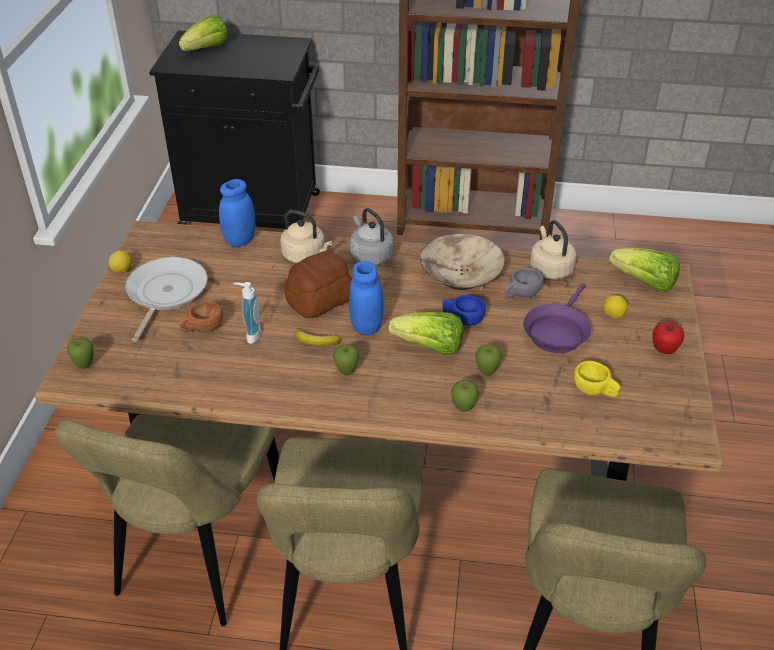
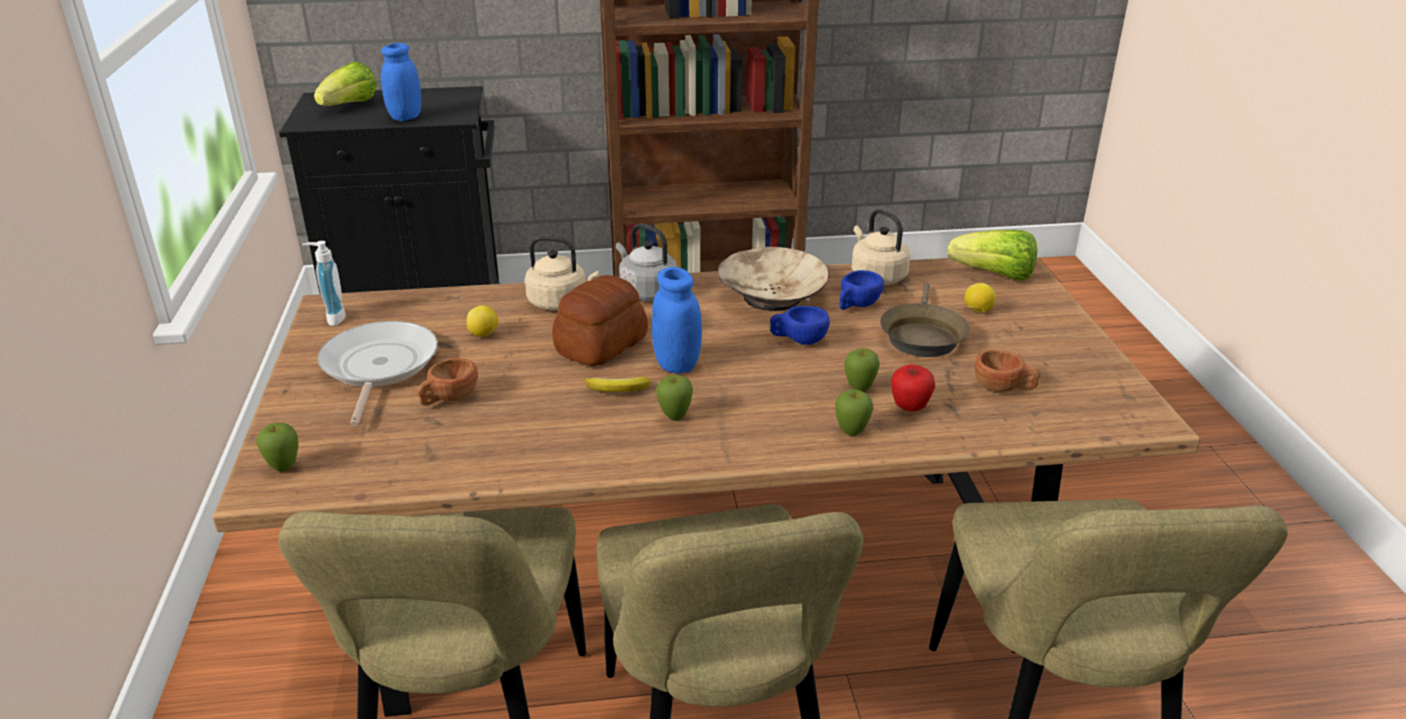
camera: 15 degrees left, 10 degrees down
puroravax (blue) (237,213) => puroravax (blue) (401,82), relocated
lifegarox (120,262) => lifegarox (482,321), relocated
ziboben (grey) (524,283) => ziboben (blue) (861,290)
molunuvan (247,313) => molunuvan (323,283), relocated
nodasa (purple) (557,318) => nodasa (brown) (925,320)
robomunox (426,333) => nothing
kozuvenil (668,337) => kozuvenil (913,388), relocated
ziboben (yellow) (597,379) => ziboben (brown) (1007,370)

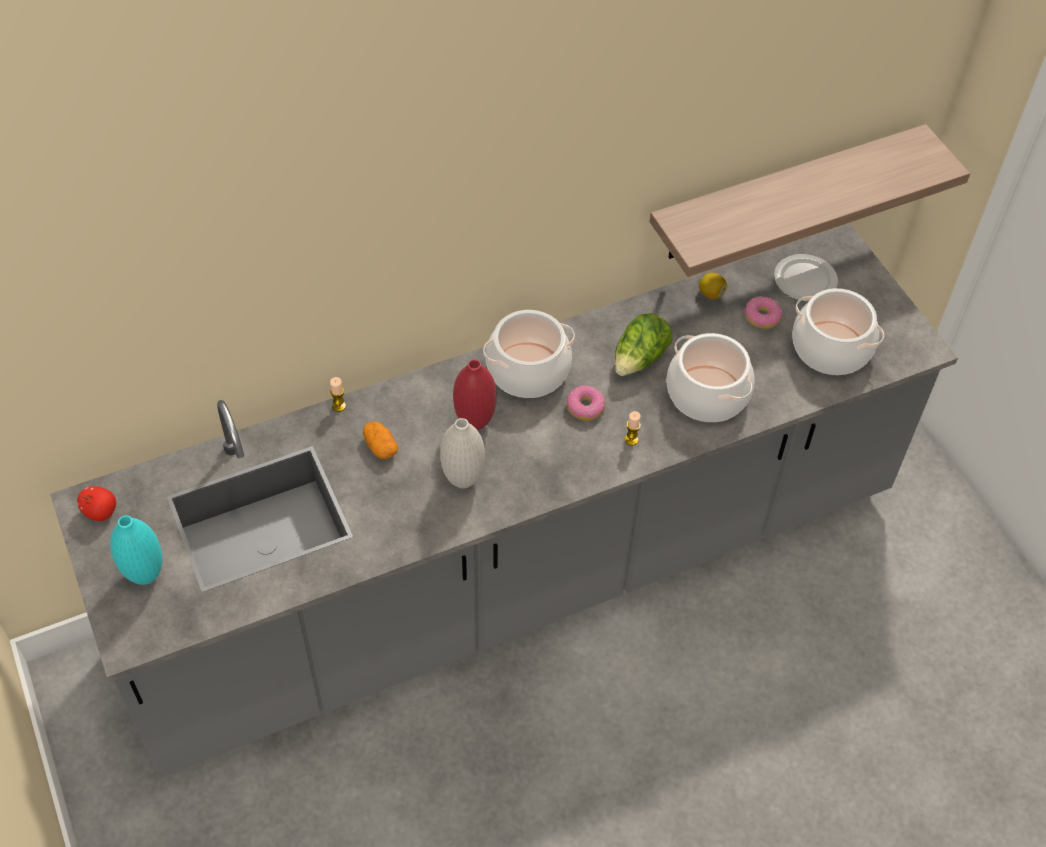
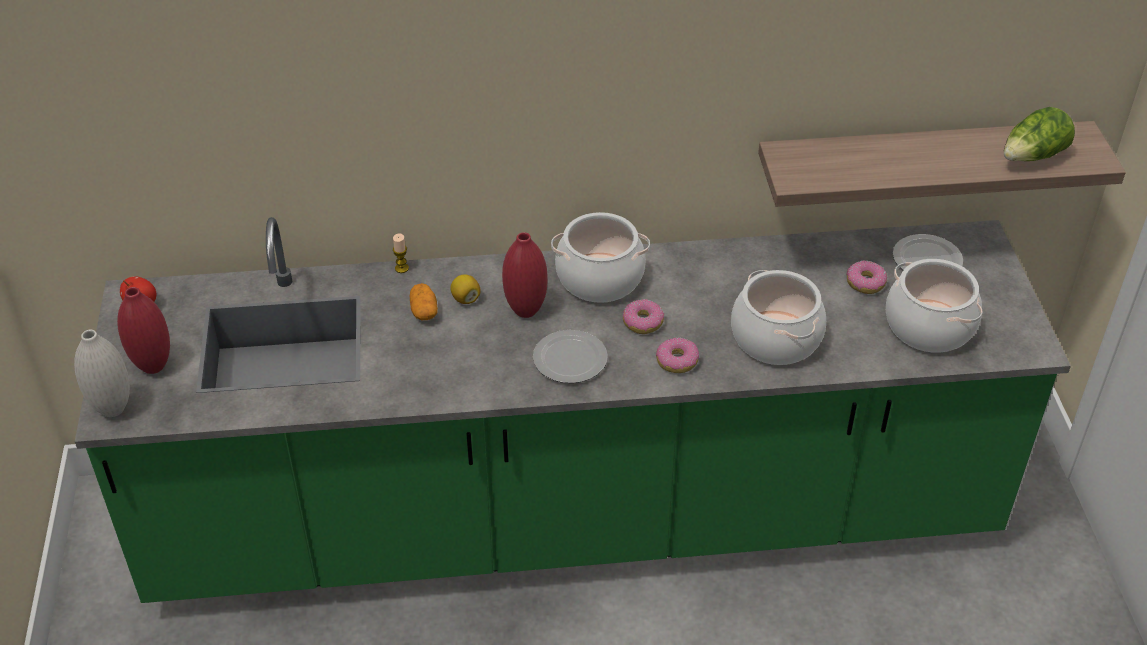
camera: 20 degrees right, 10 degrees down
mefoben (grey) (504,501) => mefoben (green) (573,410)
lifegarox (713,286) => lifegarox (465,289), relocated
robomunox (644,344) => robomunox (1039,134), relocated
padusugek (633,428) => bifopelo (677,355)
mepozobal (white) (462,453) => mepozobal (white) (102,373), relocated
mepozobal (turquoise) (136,550) => mepozobal (red) (143,330)
nothing => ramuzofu (570,356)

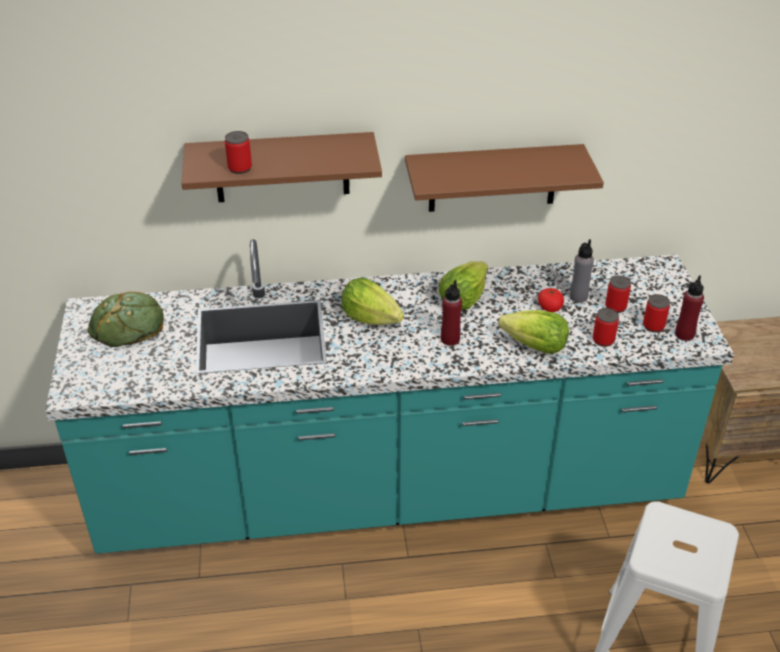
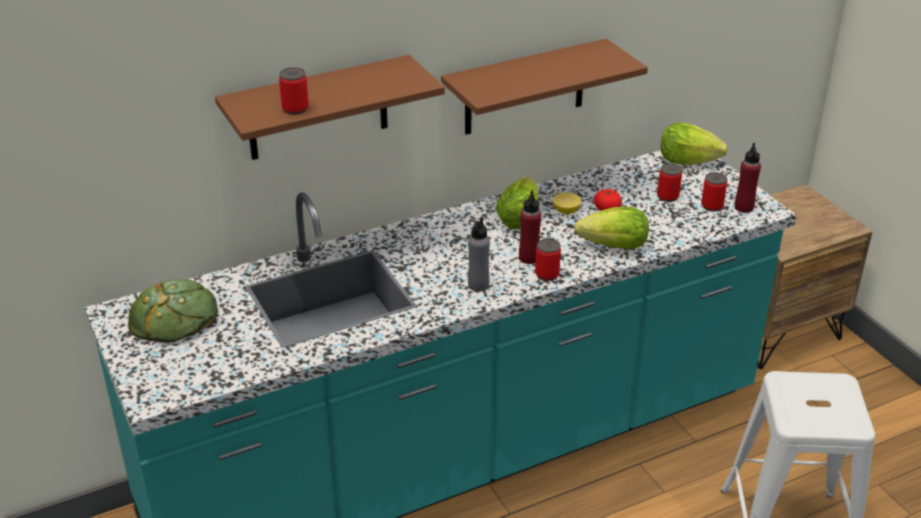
camera: 20 degrees left, 5 degrees down
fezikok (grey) (582,271) => fezikok (grey) (479,254), relocated
robomunox (373,301) => robomunox (694,143), relocated
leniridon (606,327) => leniridon (548,260), relocated
nothing => lifegarox (566,203)

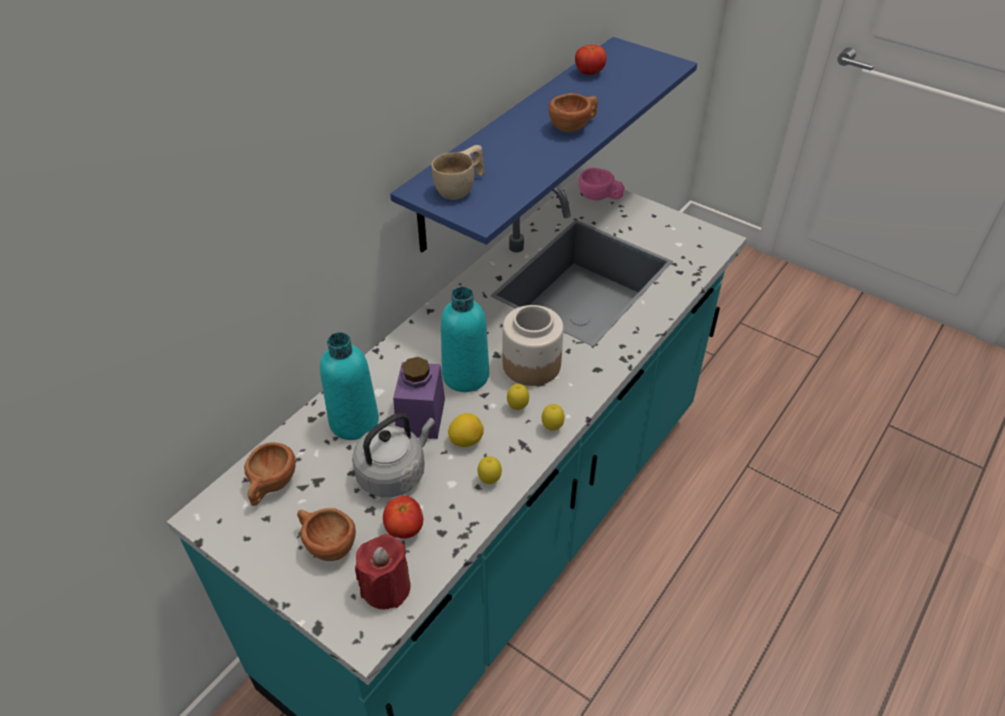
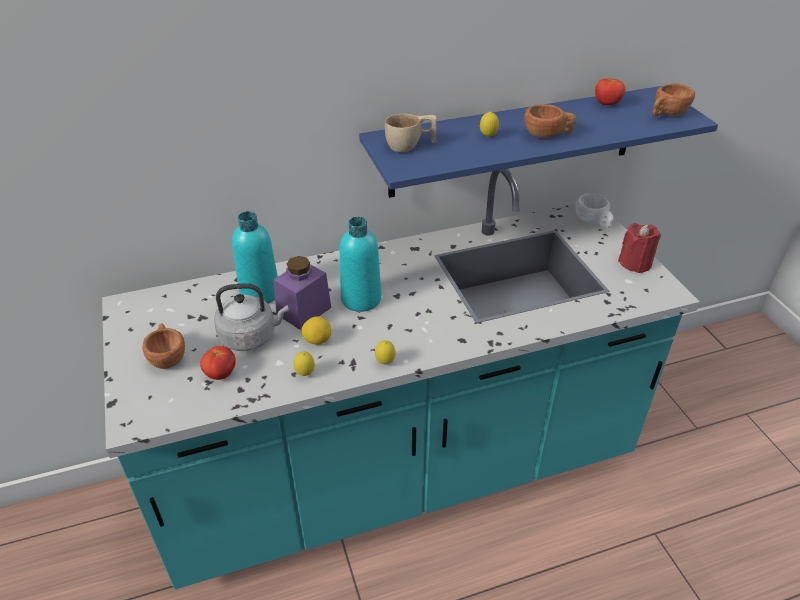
camera: 35 degrees right, 5 degrees down
ziboben (pink) (601,184) => ziboben (white) (594,210)
puroravax (533,345) => nothing
lifegarox (518,397) => lifegarox (489,124), relocated
ziboben (brown) (270,474) => ziboben (brown) (673,100), relocated
padusugek (red) (382,571) => padusugek (red) (639,248), relocated

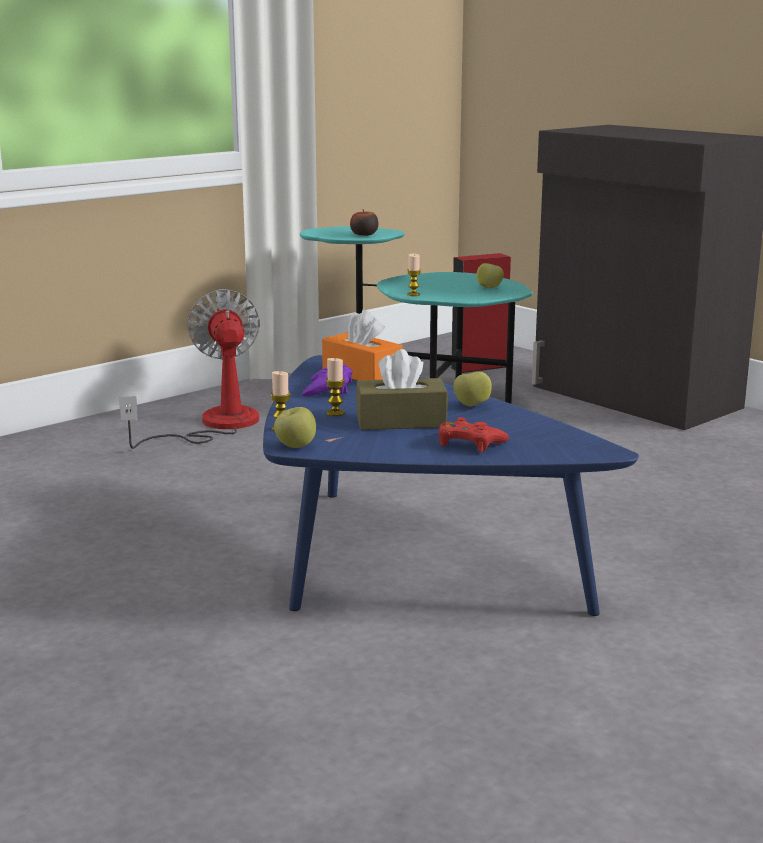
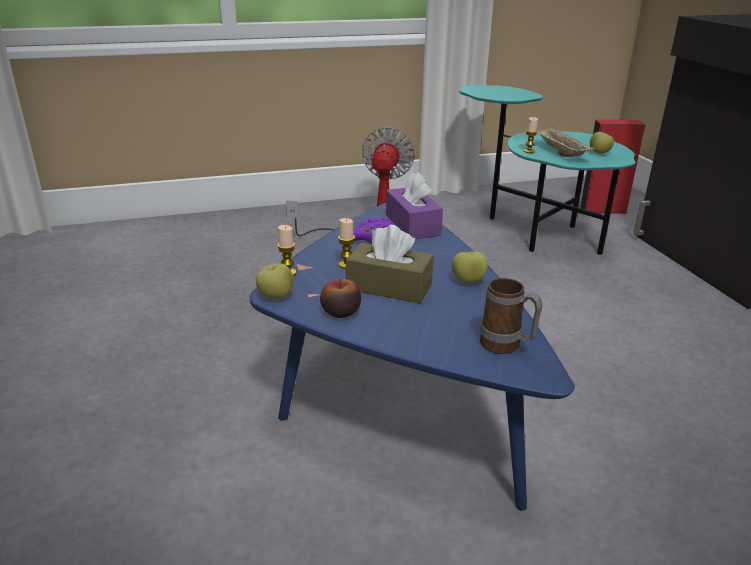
camera: 25 degrees right, 10 degrees up
kozuvenil (364,222) => kozuvenil (340,298), relocated
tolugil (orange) (362,345) => tolugil (purple) (414,205)
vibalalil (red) (474,434) => nothing
nothing => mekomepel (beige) (566,142)
nothing => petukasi (511,316)

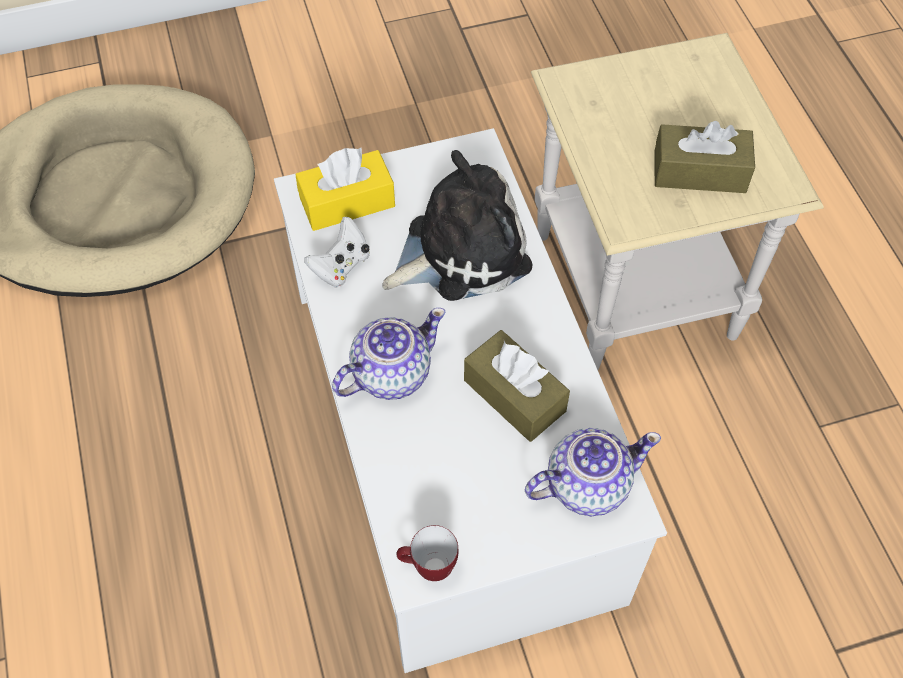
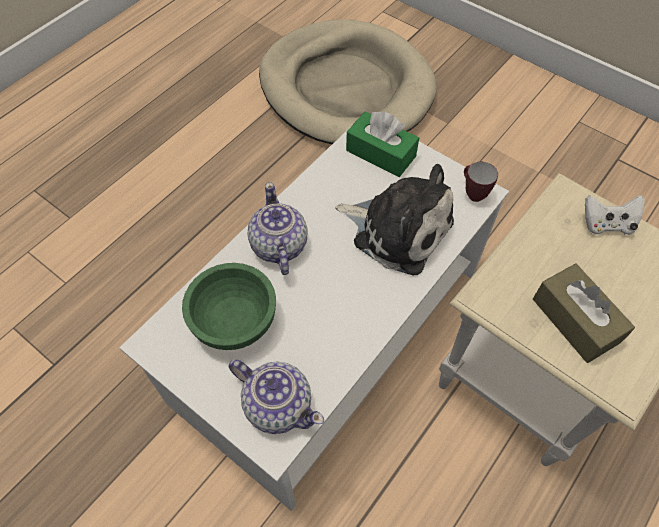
camera: 55 degrees right, 0 degrees up
tolugil (yellow) (345,189) => tolugil (green) (382,144)
vibalalil (white) (337,252) => vibalalil (white) (615,215), relocated
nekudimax (388,354) => nekudimax (277,228), 120 degrees counterclockwise
tolugil (brown) (517,386) => nothing
petukasi (427,553) => petukasi (481,182), relocated
nothing => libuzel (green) (229,306)

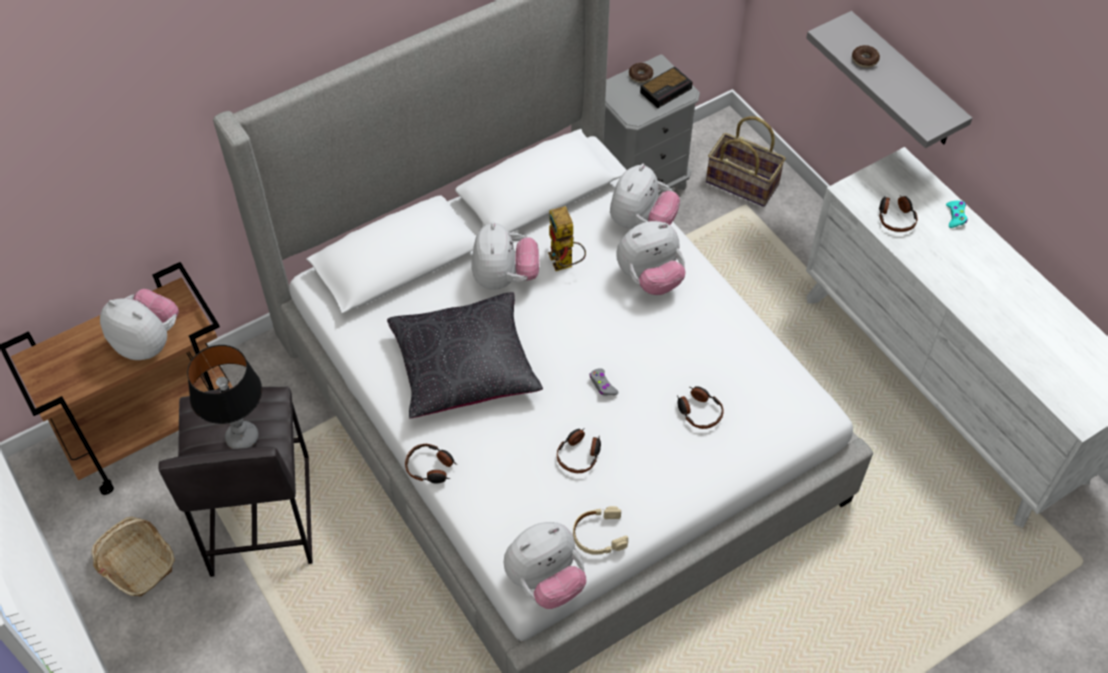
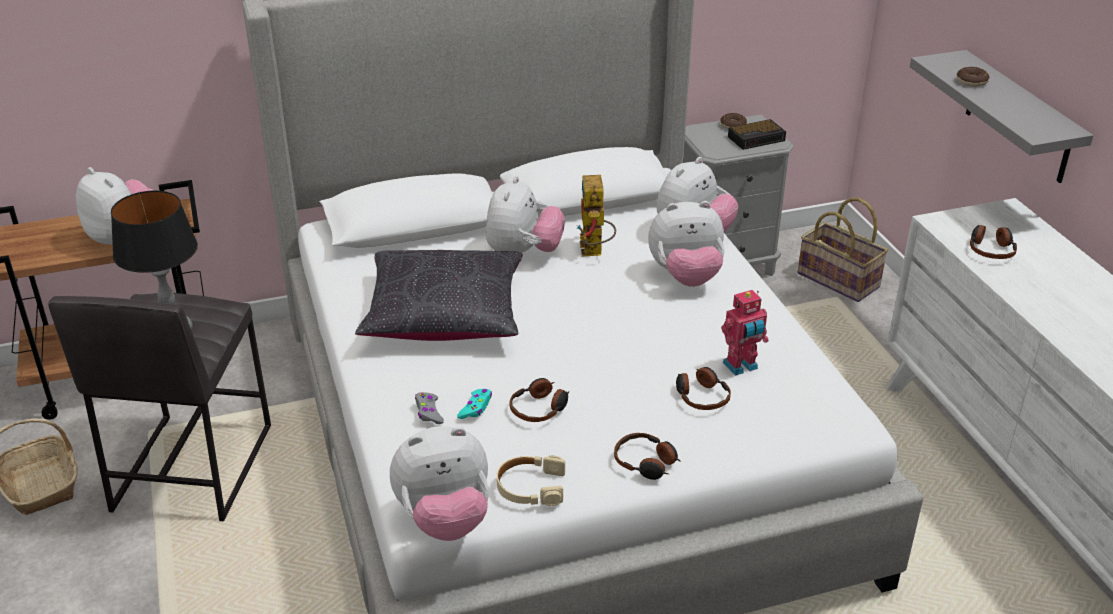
camera: 15 degrees right, 20 degrees down
vibalalil (turquoise) (957,214) => vibalalil (turquoise) (474,404), relocated
vibalalil (grey) (604,382) => vibalalil (grey) (429,408), relocated
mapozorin (431,464) => mapozorin (647,456), relocated
nothing => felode (744,333)

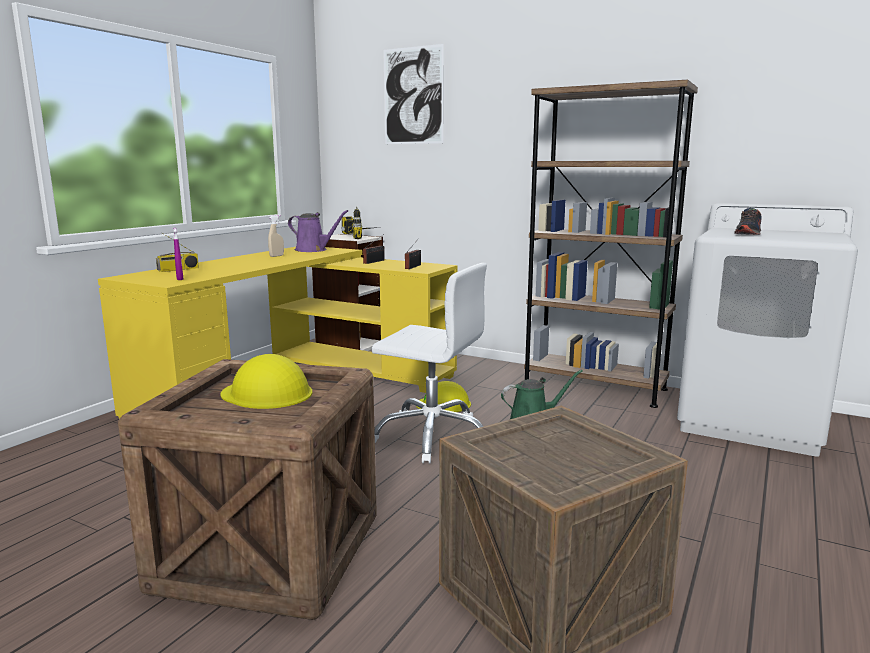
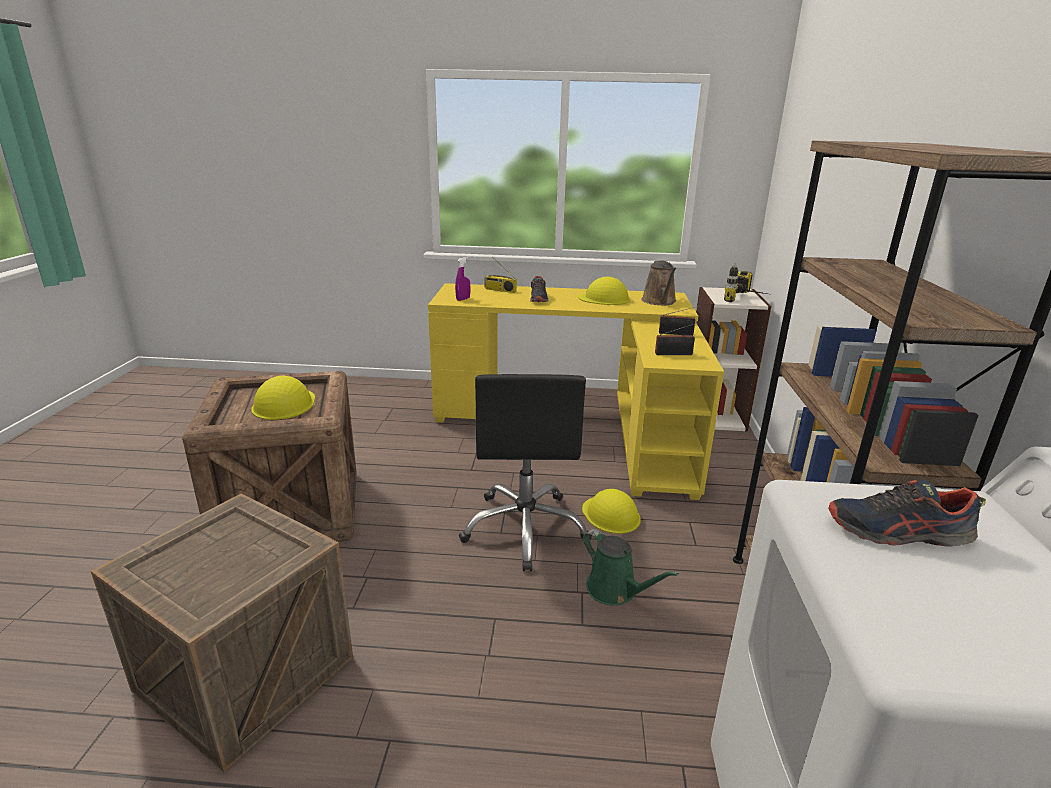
camera: 65 degrees right, 10 degrees up
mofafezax (413,94) => nothing
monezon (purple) (318,231) => monezon (brown) (659,282)
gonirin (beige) (276,236) => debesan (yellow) (604,290)
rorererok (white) (429,363) => rorererok (black) (525,472)
nothing => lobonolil (539,289)

